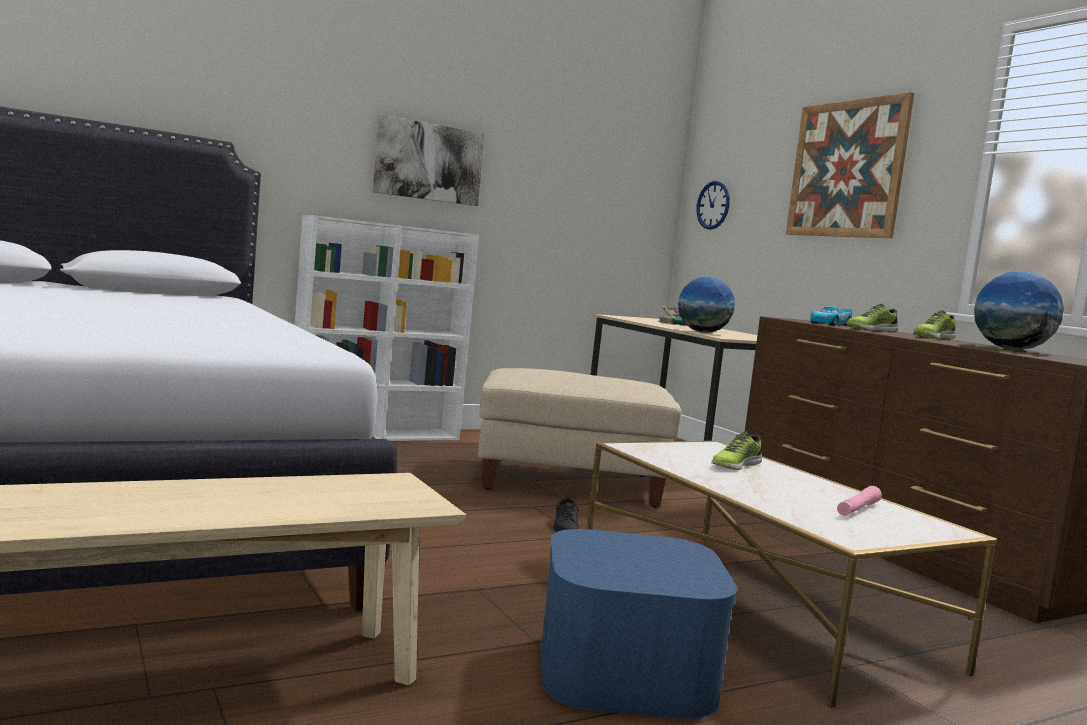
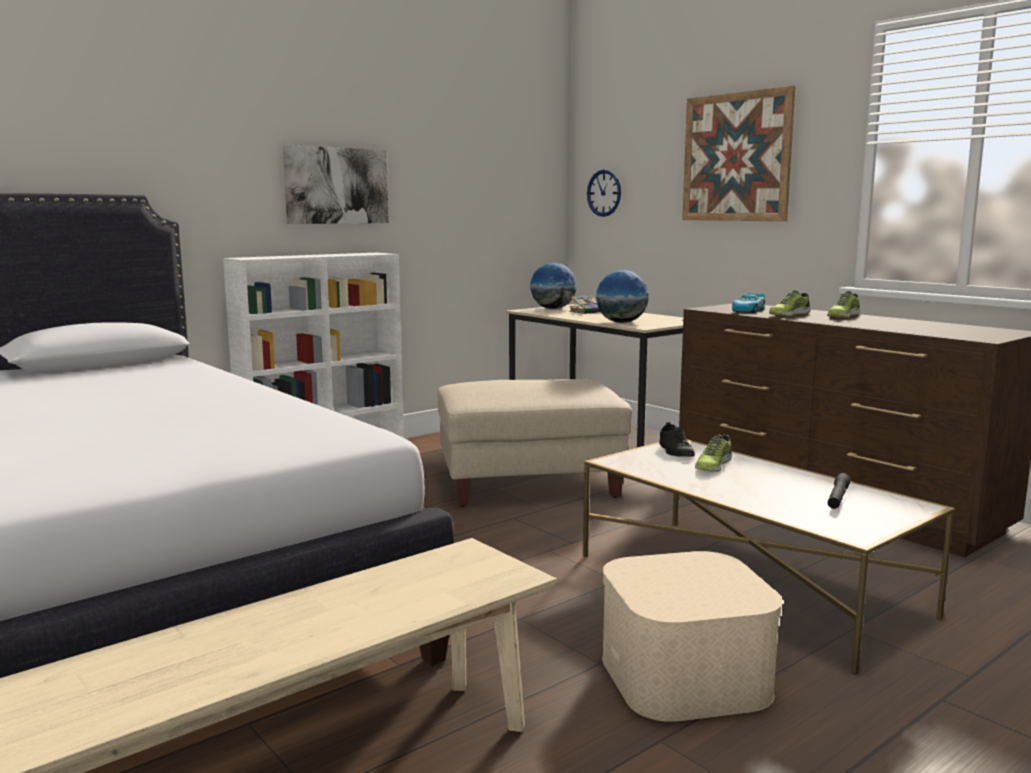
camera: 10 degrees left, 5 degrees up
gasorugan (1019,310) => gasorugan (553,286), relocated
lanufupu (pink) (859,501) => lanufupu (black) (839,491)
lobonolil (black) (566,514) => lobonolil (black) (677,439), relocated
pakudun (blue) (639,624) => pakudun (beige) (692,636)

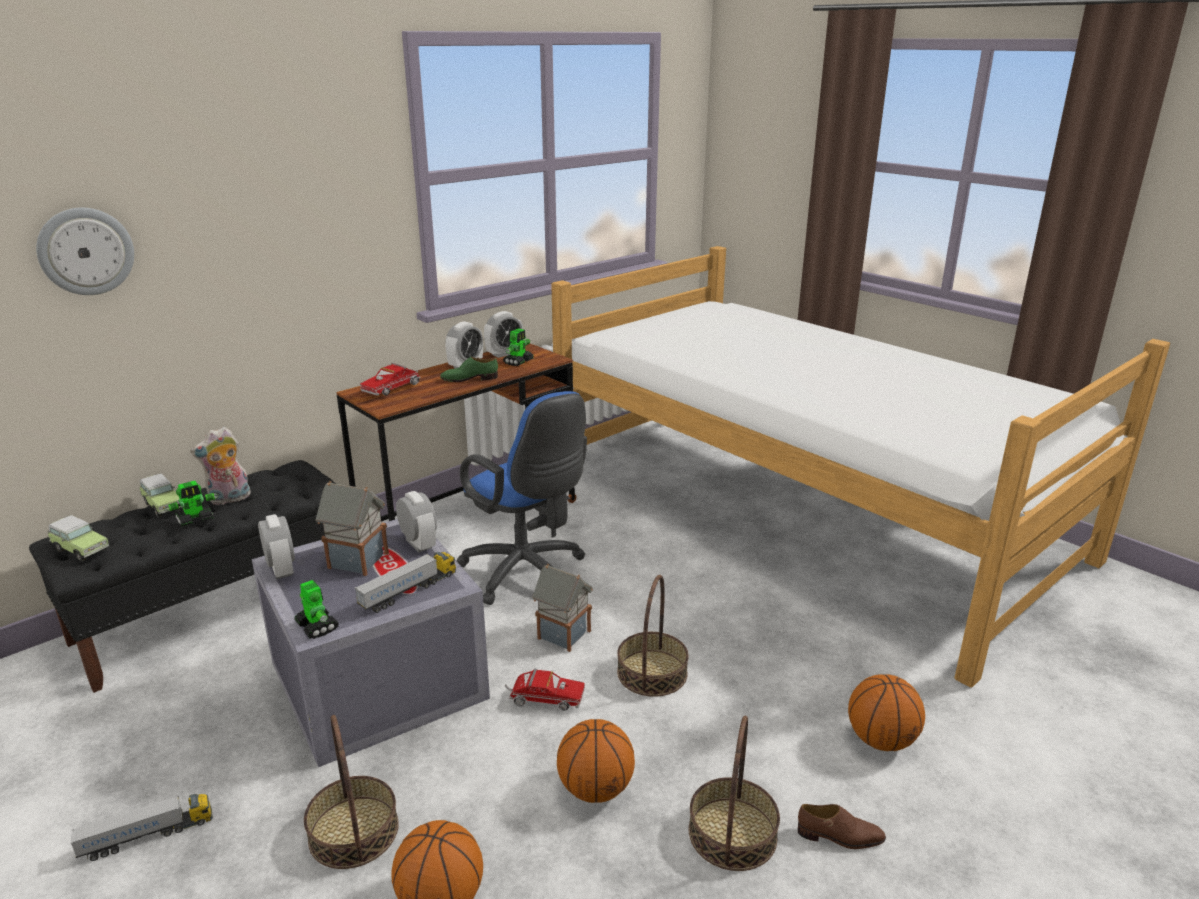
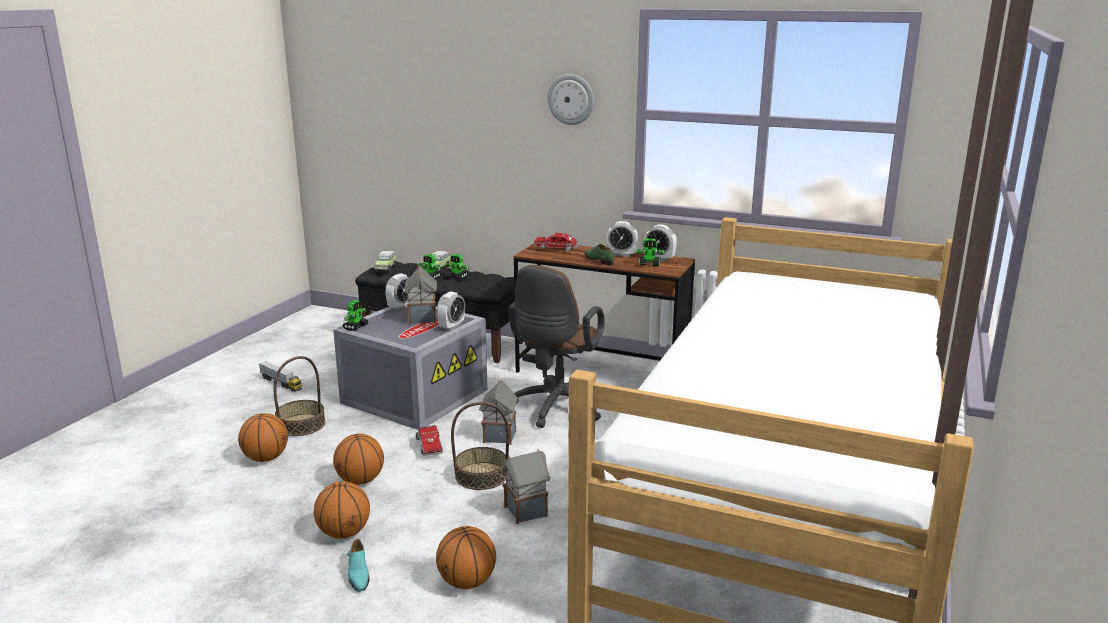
camera: 65 degrees right, 5 degrees down
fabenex (85,251) => fabenex (570,99), relocated
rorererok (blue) (522,498) => rorererok (brown) (557,346)
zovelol (221,466) => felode (457,266)
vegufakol (405,582) => nothing
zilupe (734,793) => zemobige (342,510)
lobonolil (brown) (842,826) => lobonolil (turquoise) (358,565)
nothing => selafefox (526,486)

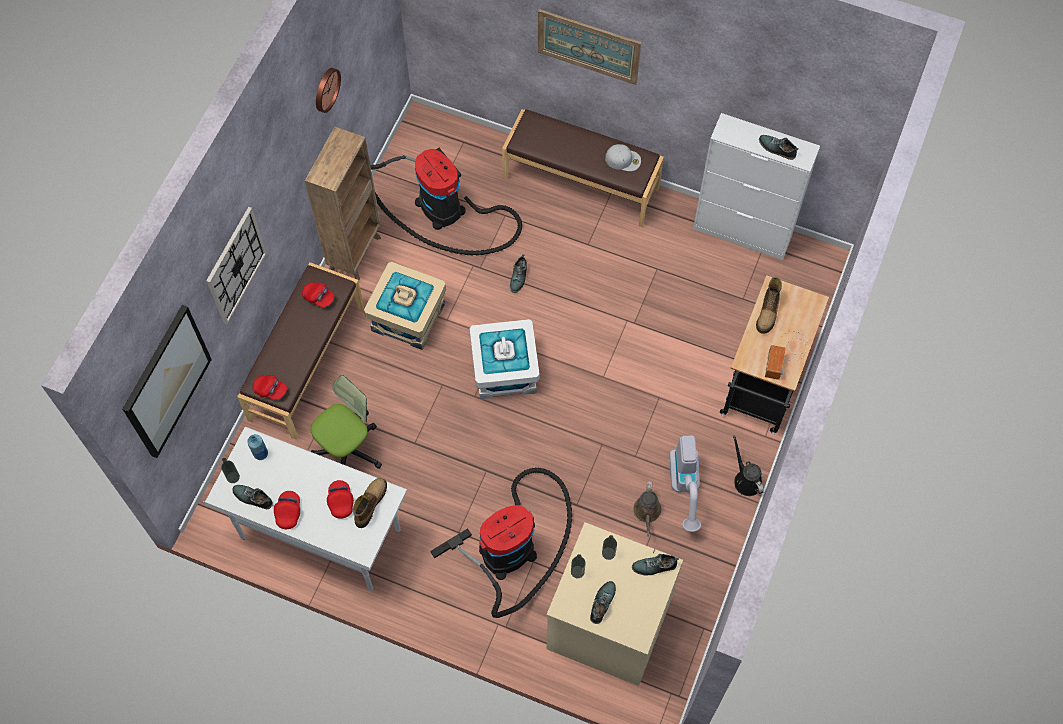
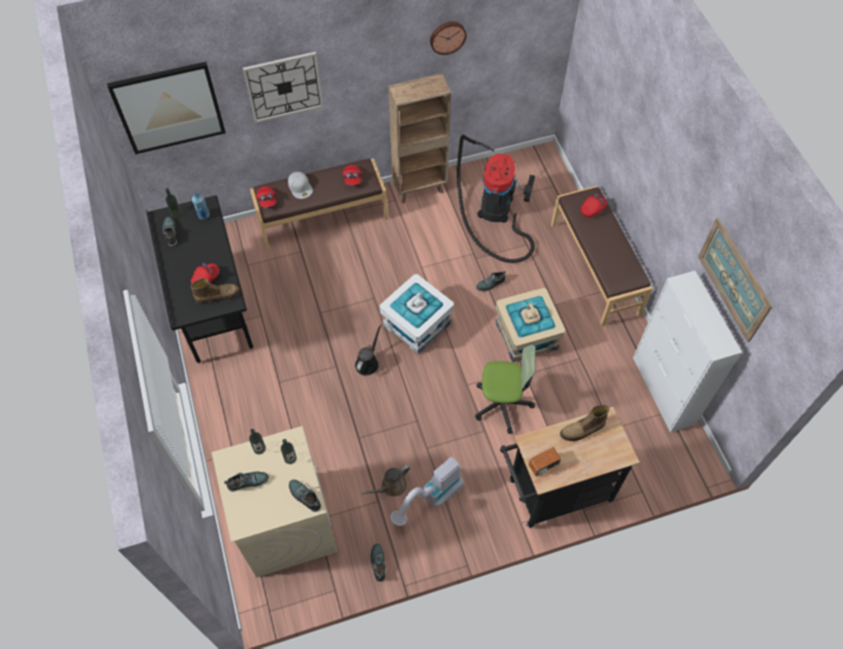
camera: 50 degrees right, 5 degrees down
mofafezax (589,47) => mofafezax (735,280), relocated
lobonolil (779,147) => lobonolil (378,563), relocated
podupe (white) (623,157) => podupe (white) (300,185), relocated
pakudun (beige) (405,306) => pakudun (beige) (530,325), relocated
rorererok (346,422) => rorererok (505,389), relocated
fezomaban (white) (305,509) => fezomaban (black) (199,279)
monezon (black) (748,465) => monezon (black) (368,350), relocated
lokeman (501,543) => nothing
podupe (red) (287,510) => podupe (red) (593,206), relocated

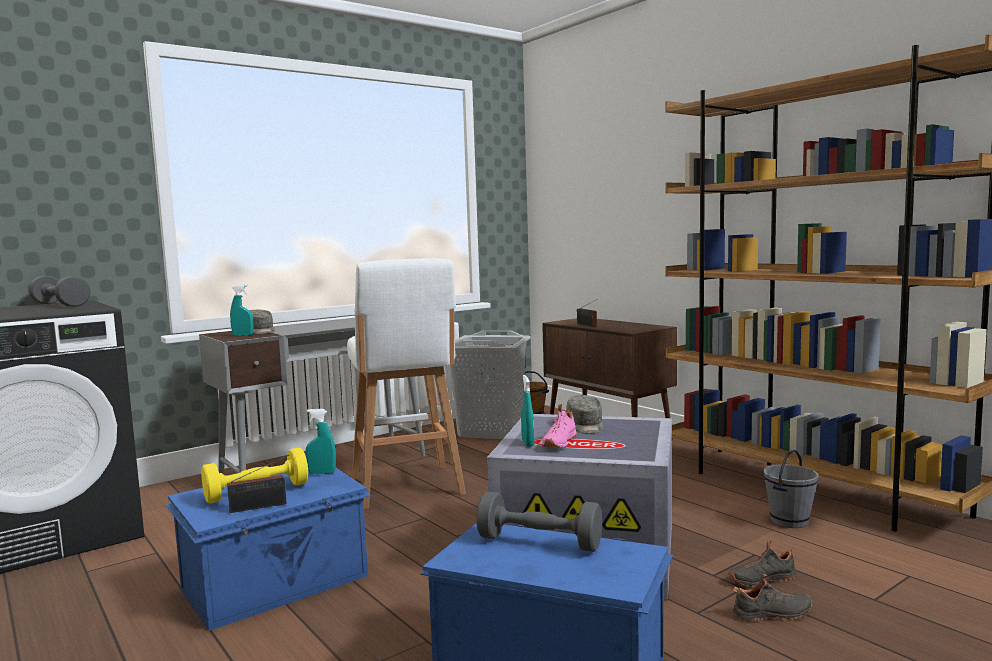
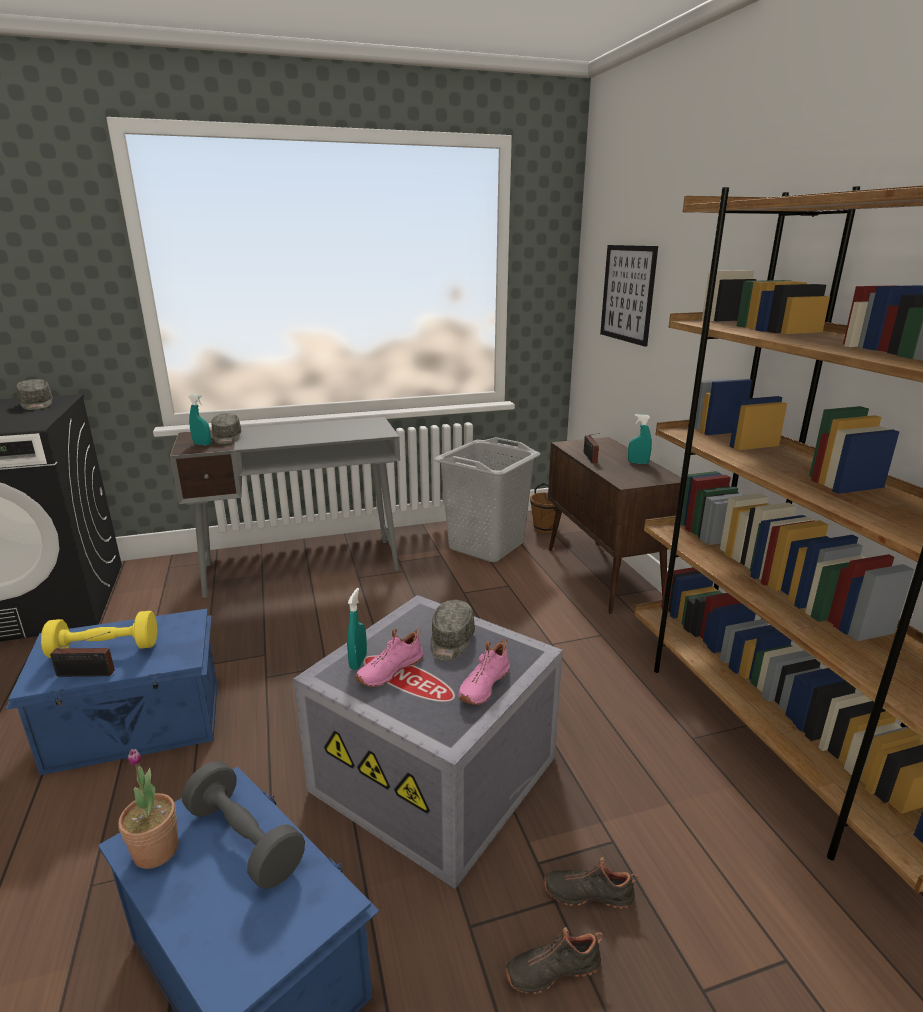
camera: 20 degrees right, 15 degrees up
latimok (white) (406,383) => nothing
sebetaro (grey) (59,291) => podupe (grey) (34,394)
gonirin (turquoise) (321,441) => gonirin (turquoise) (640,439), relocated
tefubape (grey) (791,488) => nothing
lobonolil (black) (772,598) => lobonolil (black) (554,960), 150 degrees clockwise
nothing => mofafezax (629,296)
nothing => lobonolil (pink) (484,671)
nothing => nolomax (148,809)

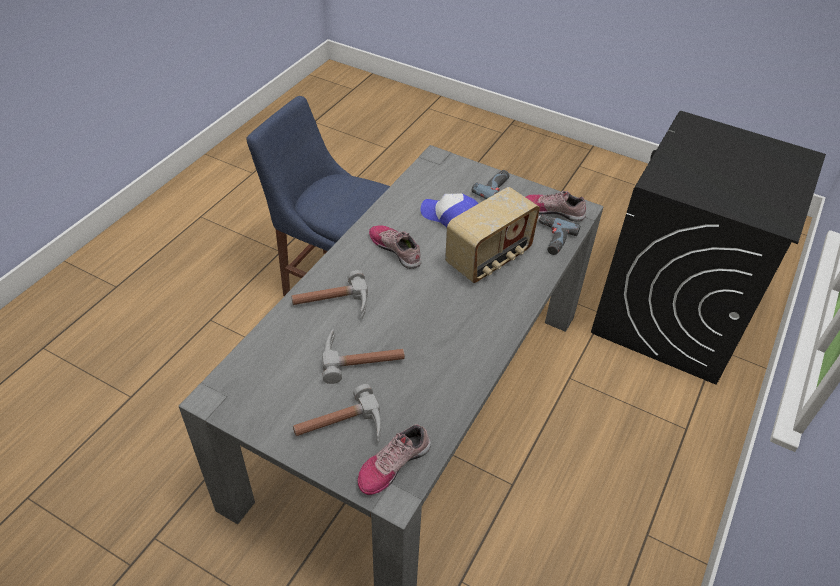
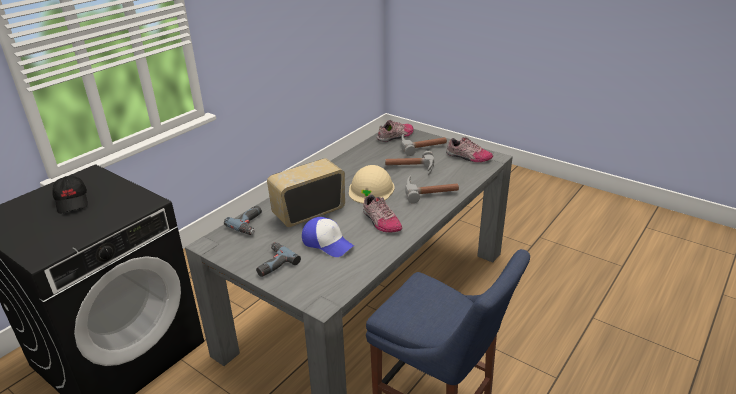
camera: 170 degrees left, 15 degrees down
lobonolil (556,206) => lobonolil (469,149), relocated
nothing => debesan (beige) (372,184)
nothing => podupe (black) (70,195)

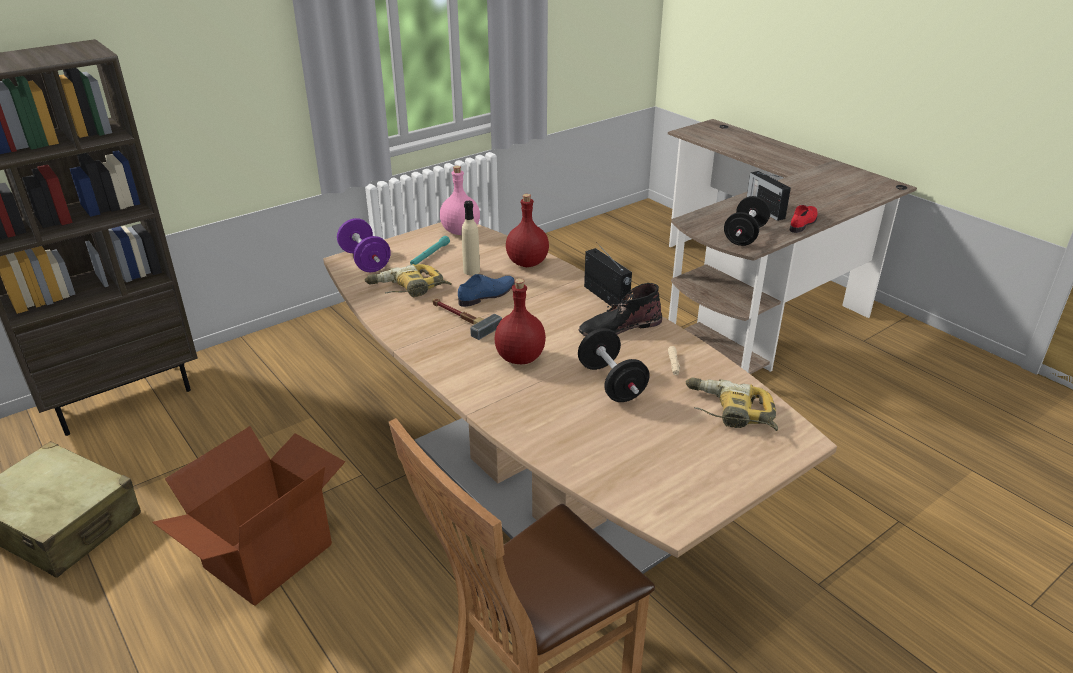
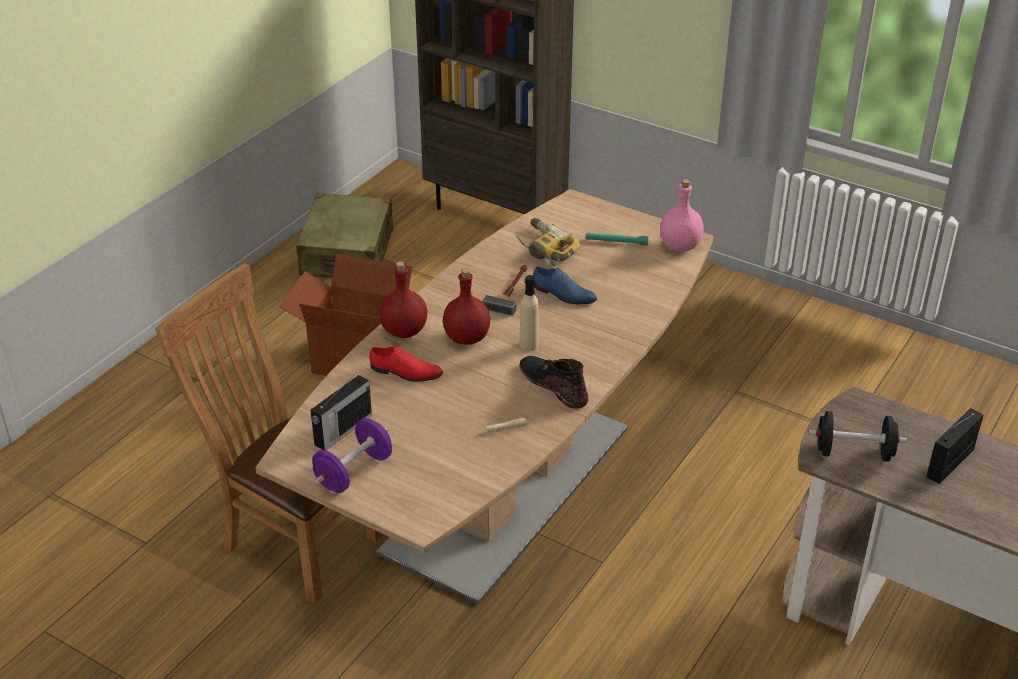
camera: 70 degrees right, 5 degrees up
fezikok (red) (527,230) => fezikok (red) (403,299), relocated
fezikok (beige) (470,238) => fezikok (beige) (529,313), relocated
lobonolil (red) (803,219) => lobonolil (red) (406,364), relocated
sebetaro (purple) (364,245) => sebetaro (purple) (352,455), relocated
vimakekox (608,274) => vimakekox (341,411), relocated
sebetaro (black) (614,365) => nothing
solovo (732,404) => nothing

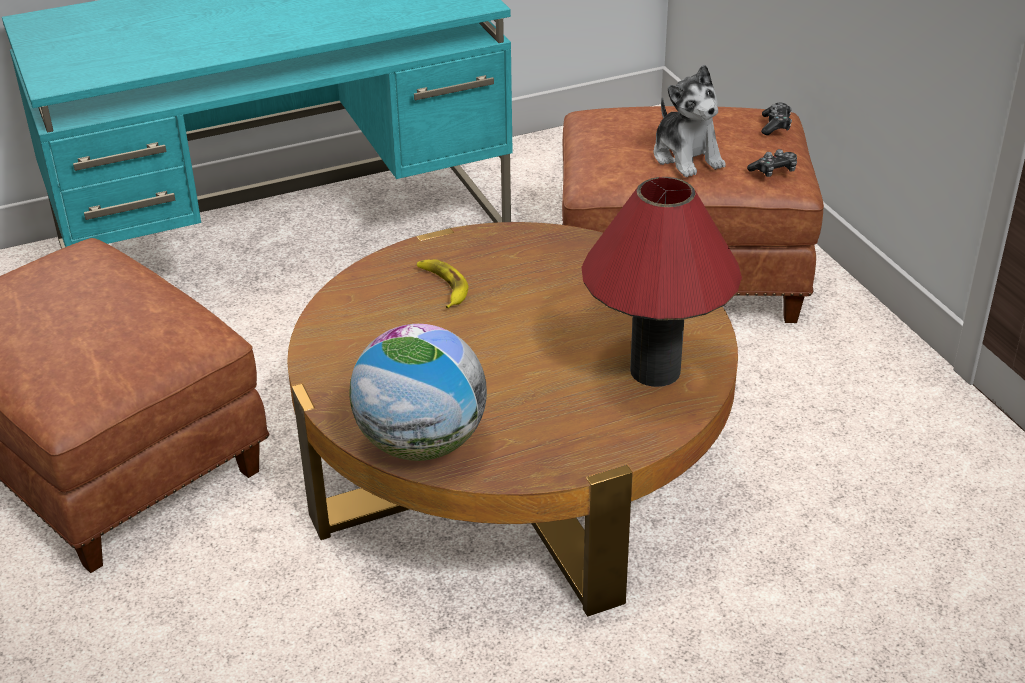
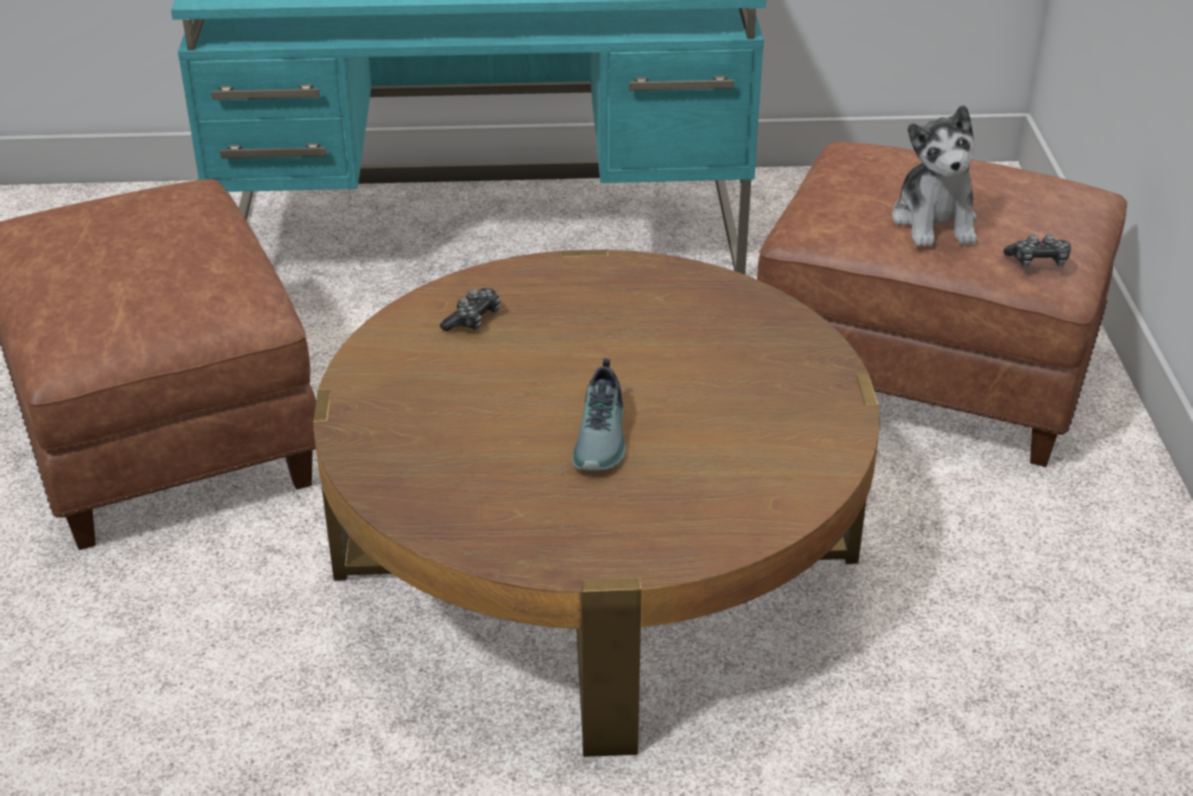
camera: 20 degrees right, 0 degrees up
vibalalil (776,119) => vibalalil (470,310), relocated
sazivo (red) (662,282) => nothing
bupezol (442,284) => nothing
gasorugan (418,392) => nothing
nothing => lobonolil (599,414)

